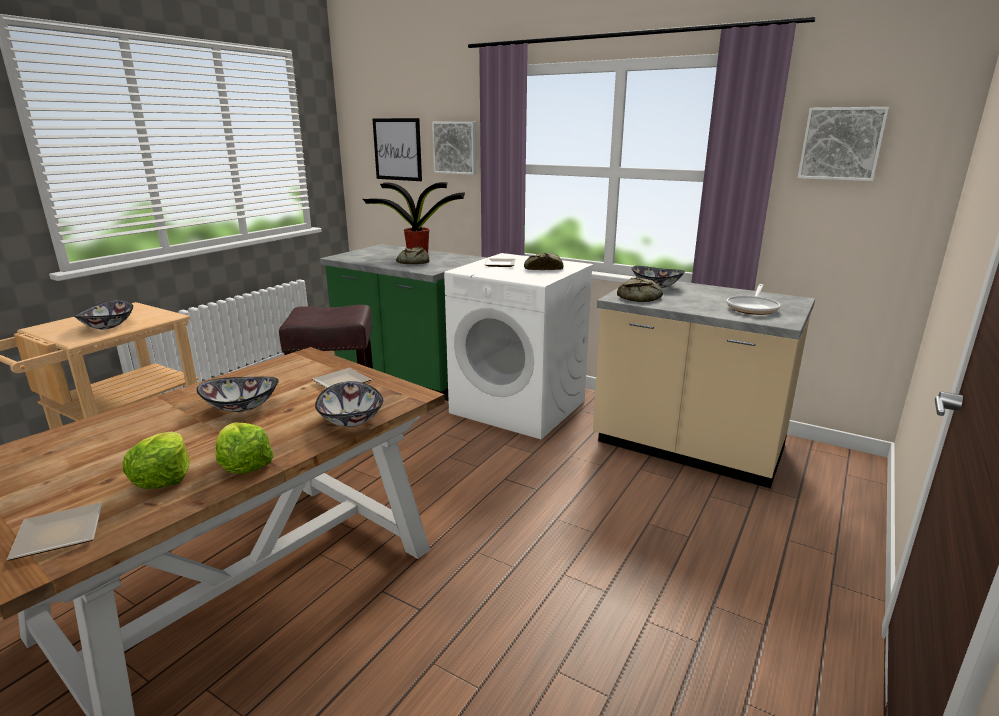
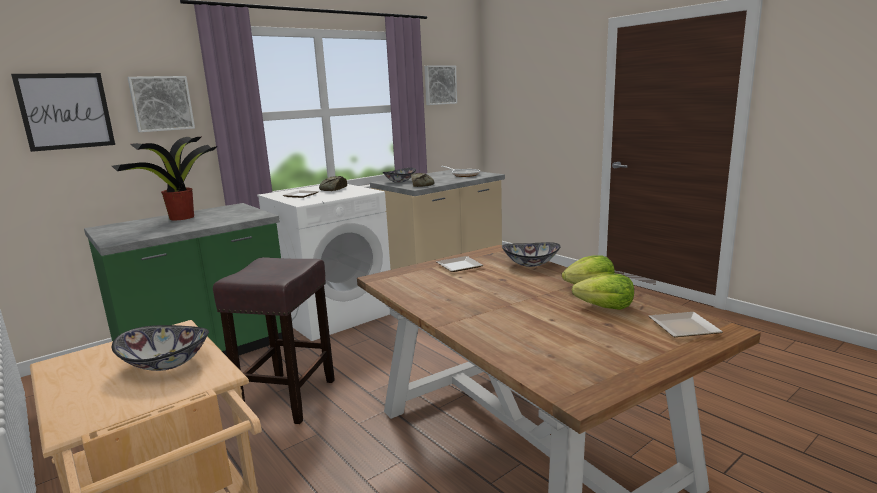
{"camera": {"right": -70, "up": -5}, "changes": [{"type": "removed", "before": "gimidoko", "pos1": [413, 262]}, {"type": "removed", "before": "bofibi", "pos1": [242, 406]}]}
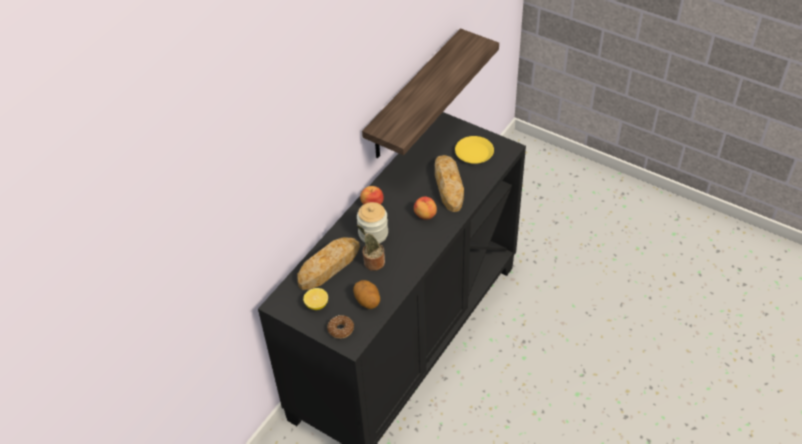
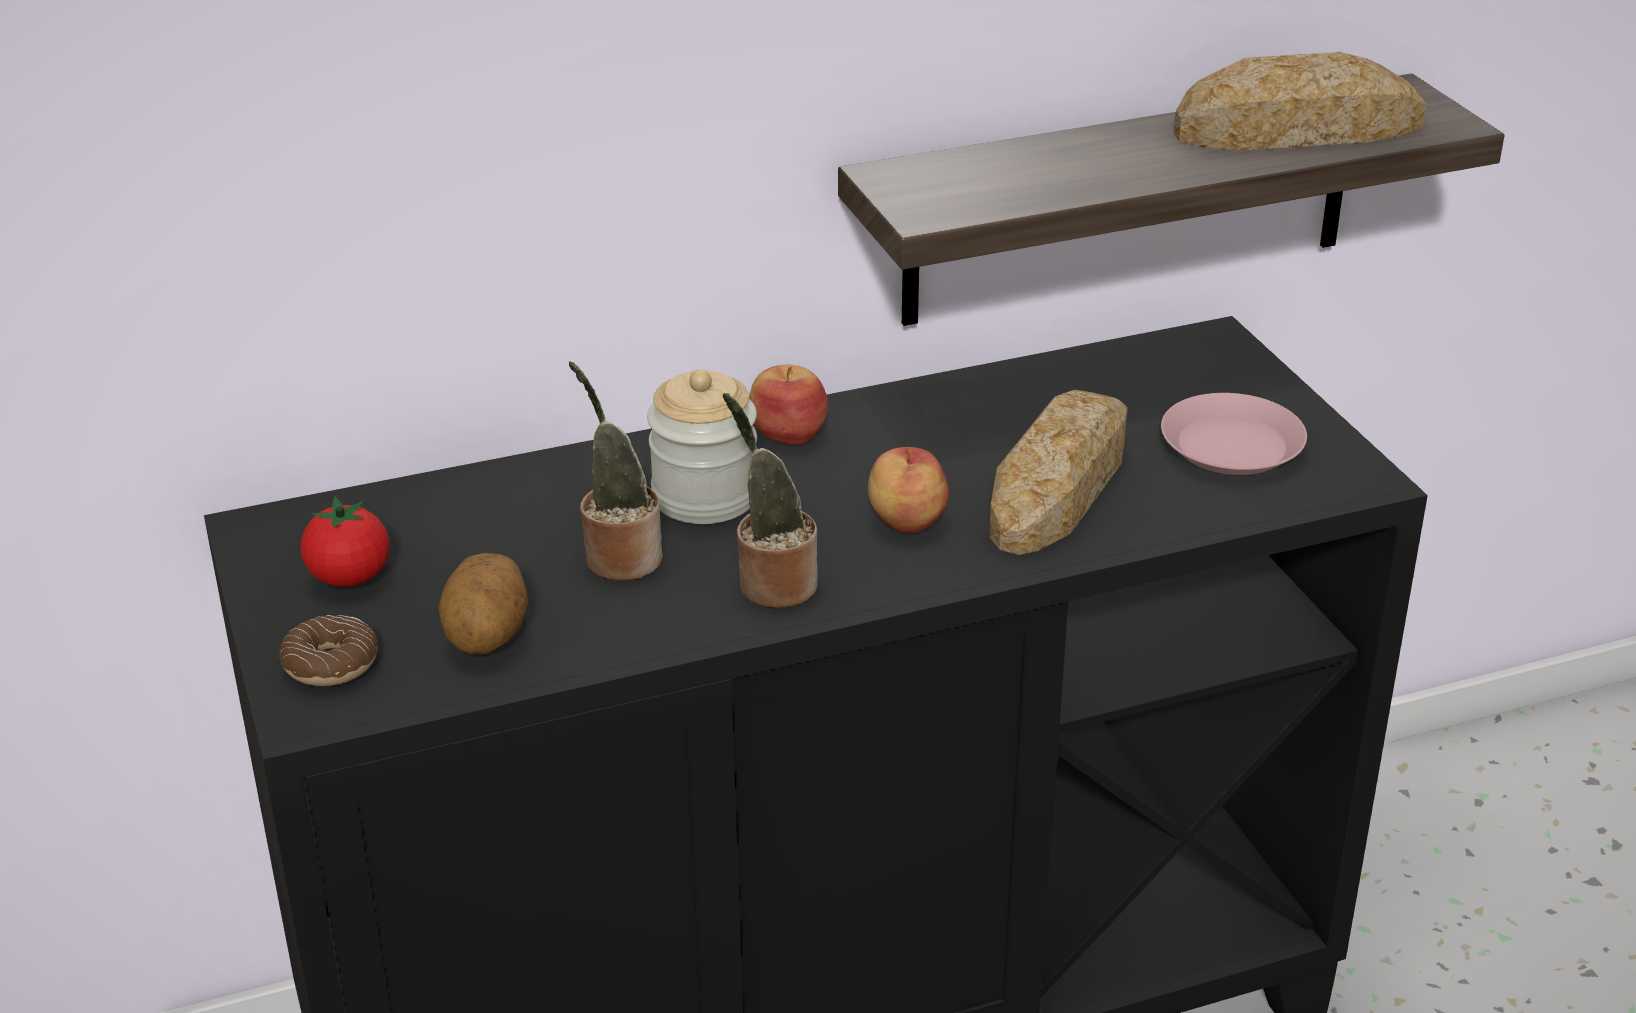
{"camera": {"right": 35, "up": -15}, "changes": [{"type": "recoloured", "before": "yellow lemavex", "after": "pink lemavex", "pos1": [474, 153], "pos2": [1232, 445]}, {"type": "moved", "before": "gimidoko", "pos1": [329, 266], "pos2": [1298, 130]}, {"type": "replaced", "before": "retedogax", "after": "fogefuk", "pos1": [317, 304], "pos2": [350, 578]}, {"type": "added", "after": "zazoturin", "pos2": [772, 584]}]}
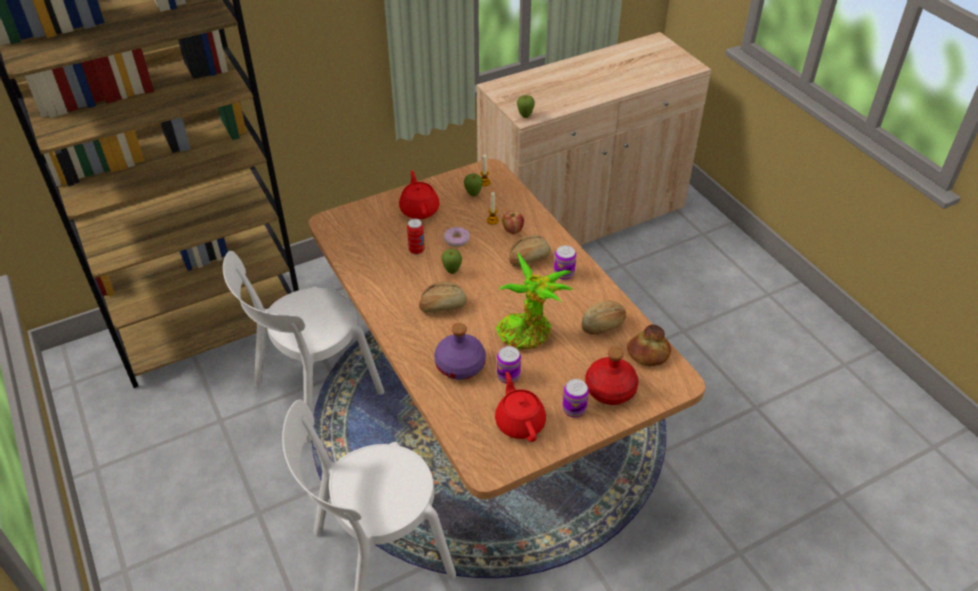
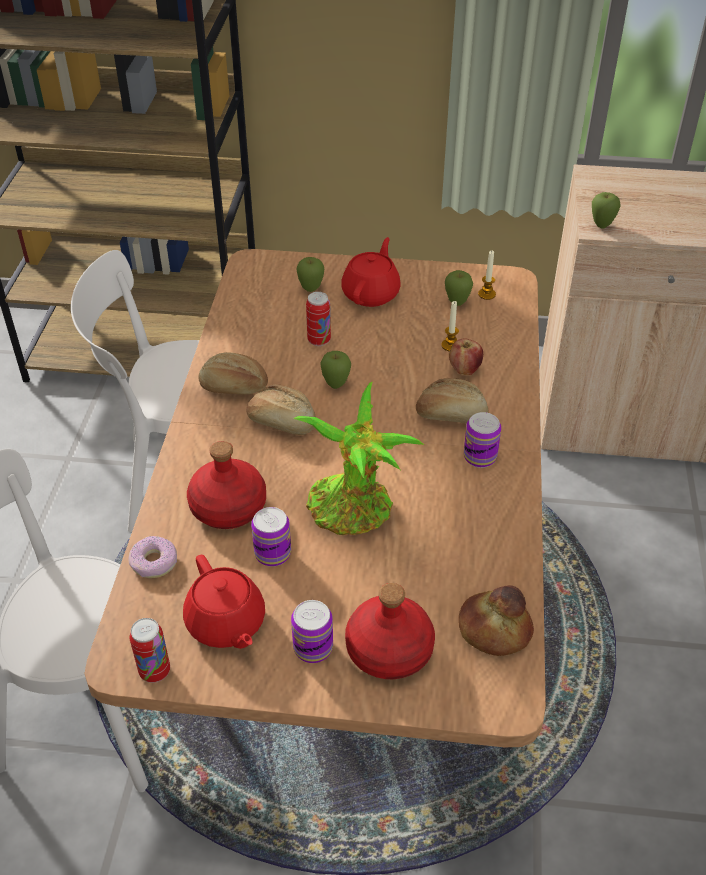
{"camera": {"right": 35, "up": 0}, "changes": [{"type": "moved", "before": "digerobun", "pos1": [457, 240], "pos2": [154, 562]}, {"type": "moved", "before": "gimidoko", "pos1": [604, 325], "pos2": [233, 387]}, {"type": "recoloured", "before": "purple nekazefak", "after": "red nekazefak", "pos1": [460, 365], "pos2": [229, 507]}, {"type": "turned", "before": "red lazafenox", "pos1": [520, 422], "pos2": [226, 623], "turn": 135}, {"type": "added", "after": "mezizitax", "pos2": [311, 289]}, {"type": "added", "after": "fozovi", "pos2": [155, 671]}]}
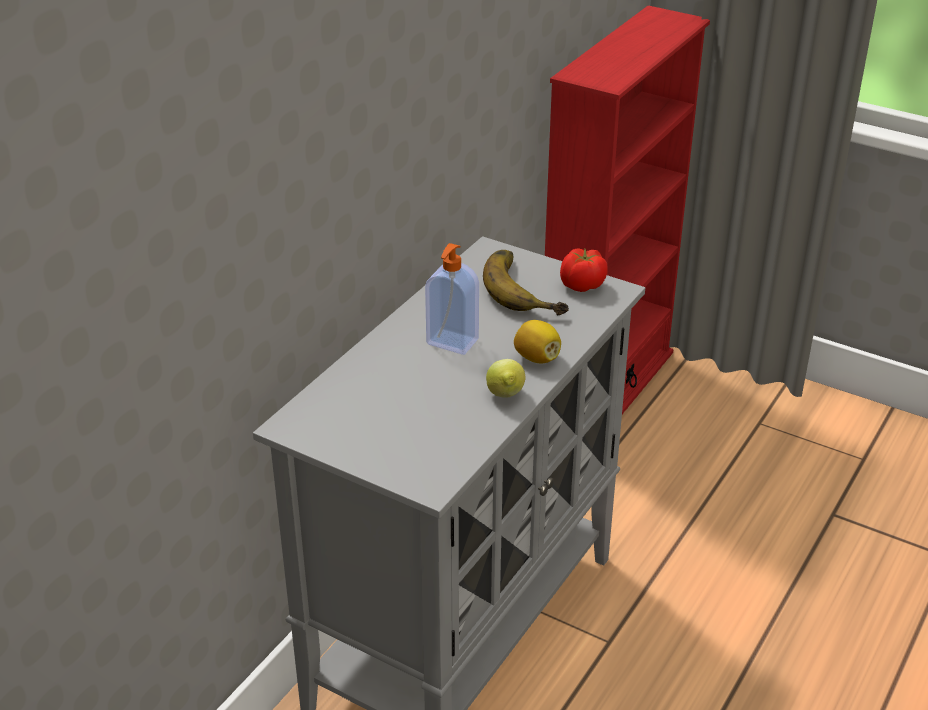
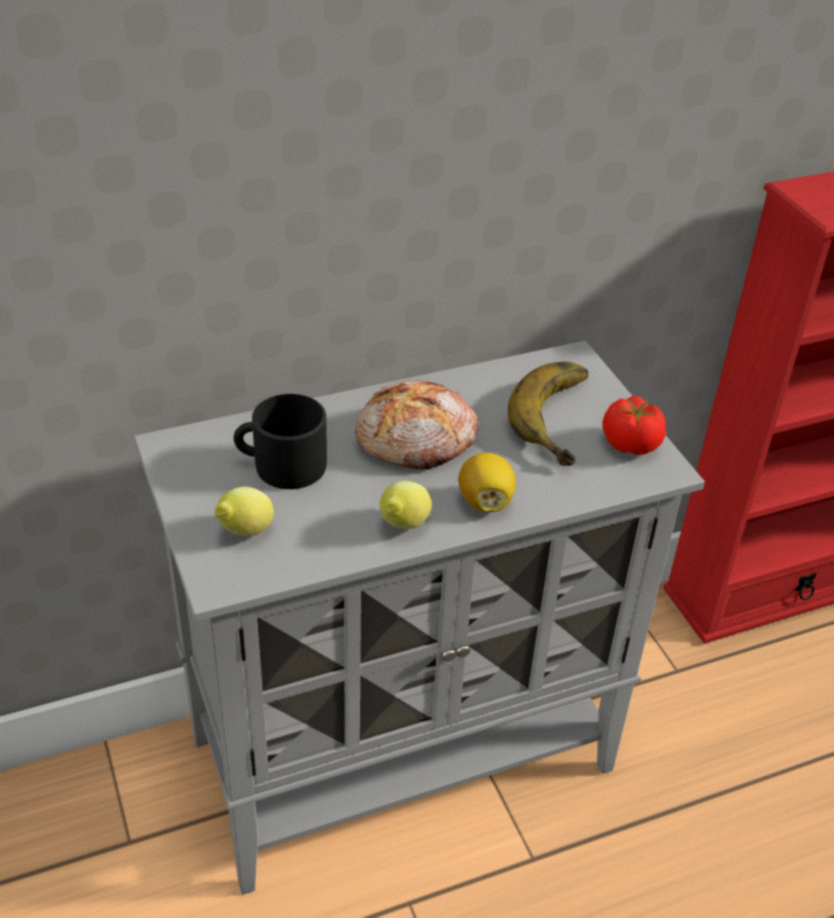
{"camera": {"right": 35, "up": 5}, "changes": [{"type": "replaced", "before": "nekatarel", "after": "gimidoko", "pos1": [451, 343], "pos2": [417, 439]}, {"type": "added", "after": "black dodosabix", "pos2": [281, 465]}, {"type": "added", "after": "retedogax", "pos2": [244, 533]}]}
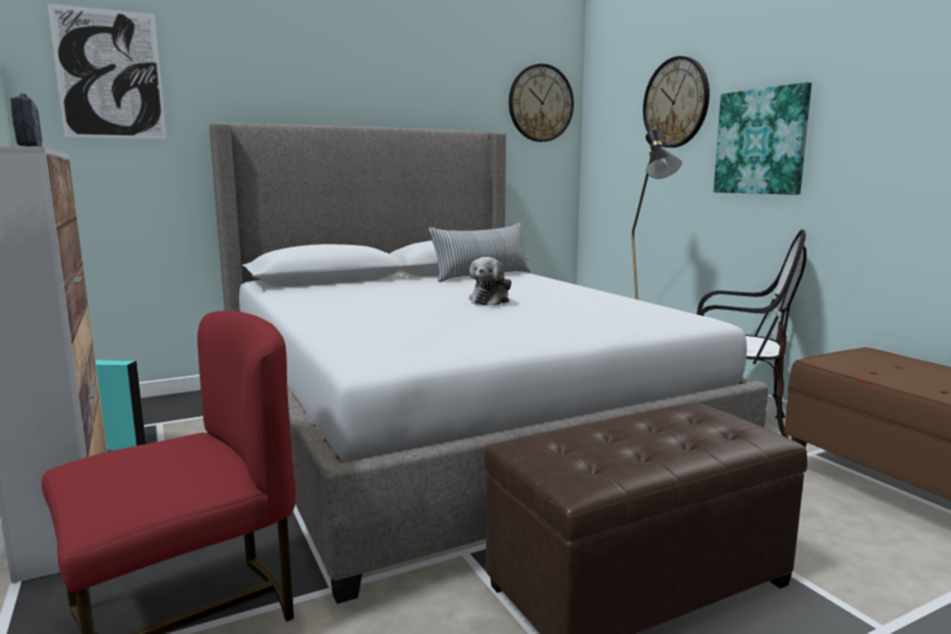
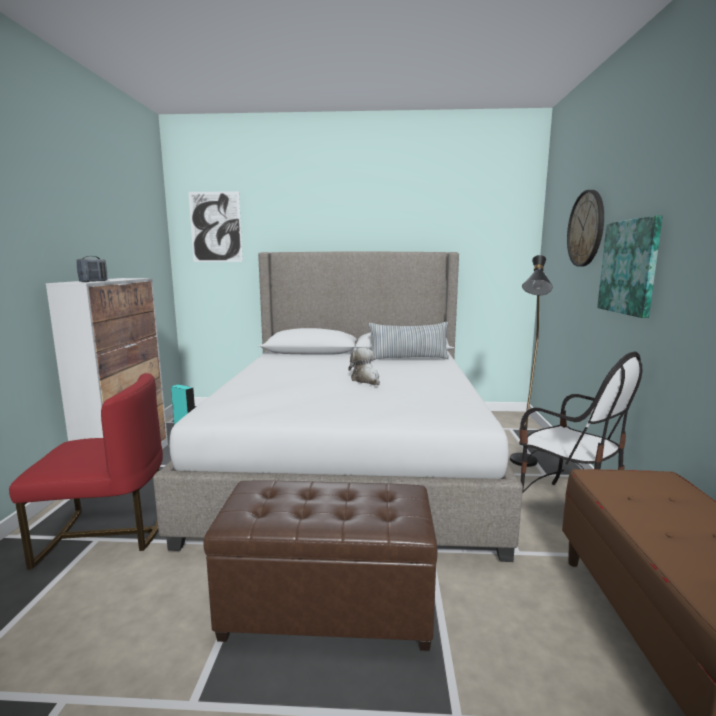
{"camera": {"right": 30, "up": 0}, "changes": [{"type": "removed", "before": "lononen", "pos1": [540, 103]}, {"type": "turned", "before": "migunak", "pos1": [490, 300], "pos2": [366, 380], "turn": 105}]}
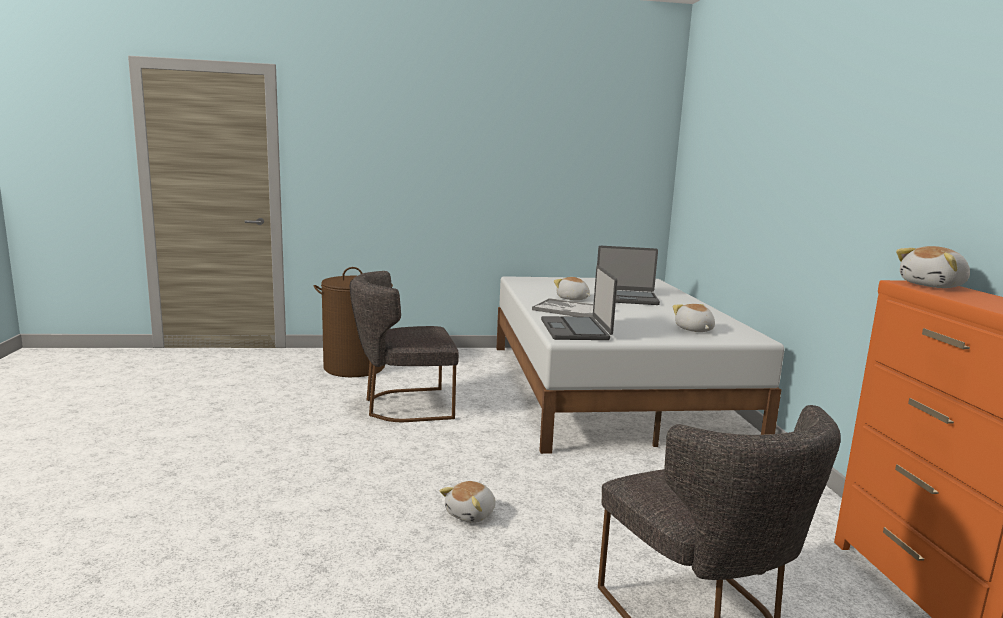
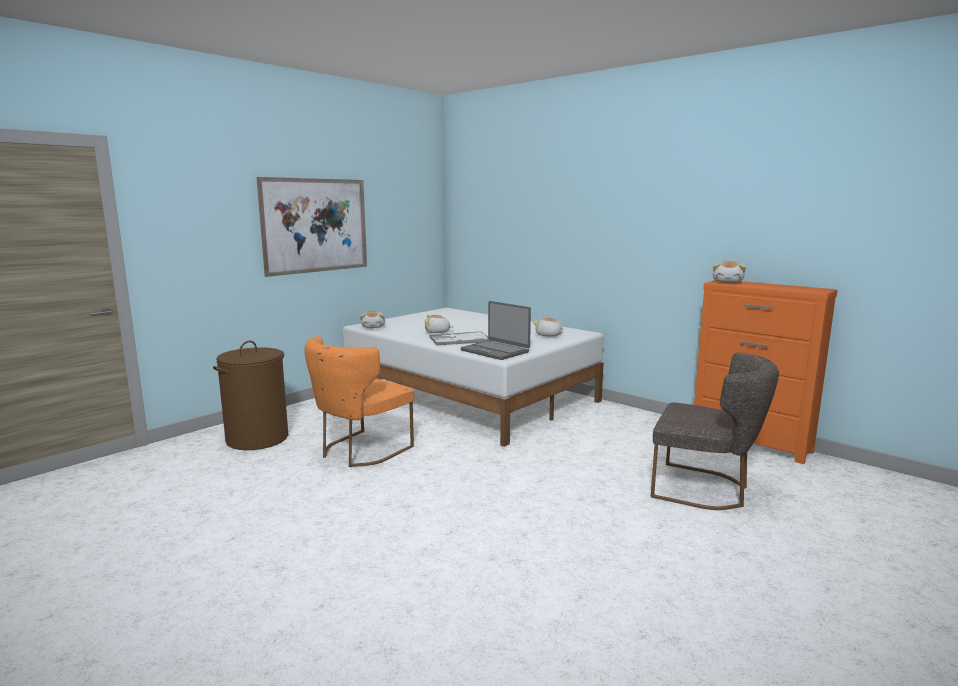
{"camera": {"right": -40, "up": 0}, "changes": [{"type": "removed", "before": "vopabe", "pos1": [626, 298]}, {"type": "recoloured", "before": "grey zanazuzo", "after": "orange zanazuzo", "pos1": [403, 406], "pos2": [360, 451]}, {"type": "moved", "before": "migunak", "pos1": [471, 514], "pos2": [374, 327]}, {"type": "added", "after": "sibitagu", "pos2": [316, 225]}]}
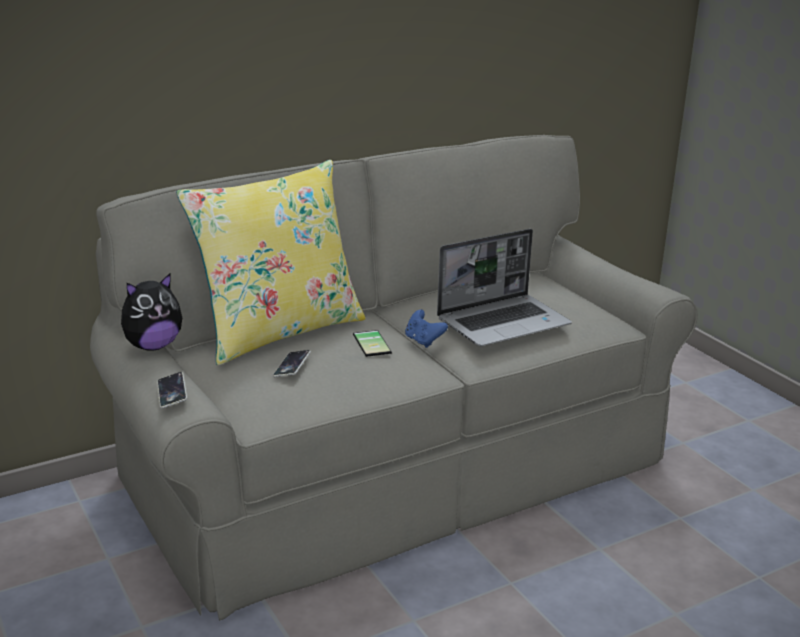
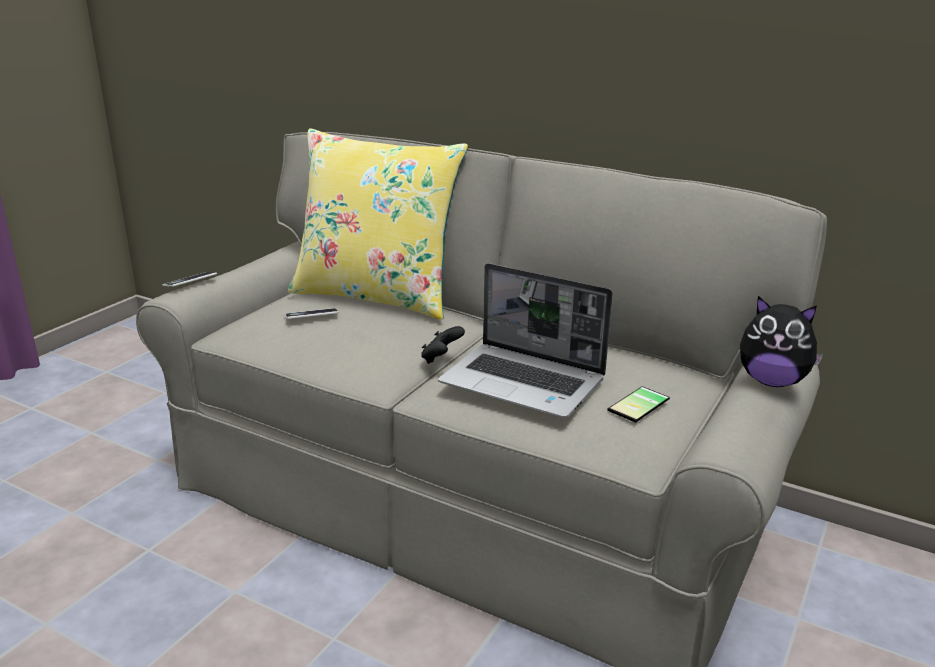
{"camera": {"right": 60, "up": 0}, "changes": [{"type": "moved", "before": "migunak", "pos1": [152, 346], "pos2": [772, 381]}, {"type": "recoloured", "before": "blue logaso", "after": "black logaso", "pos1": [423, 341], "pos2": [441, 359]}, {"type": "moved", "before": "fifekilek", "pos1": [374, 343], "pos2": [641, 406]}]}
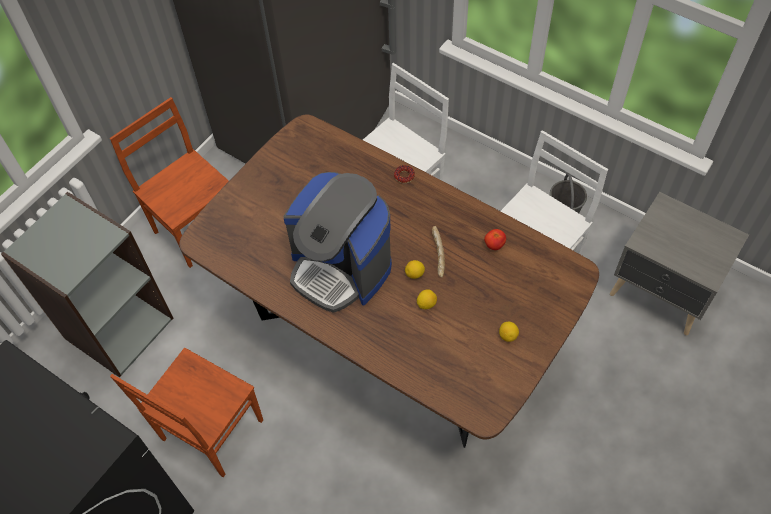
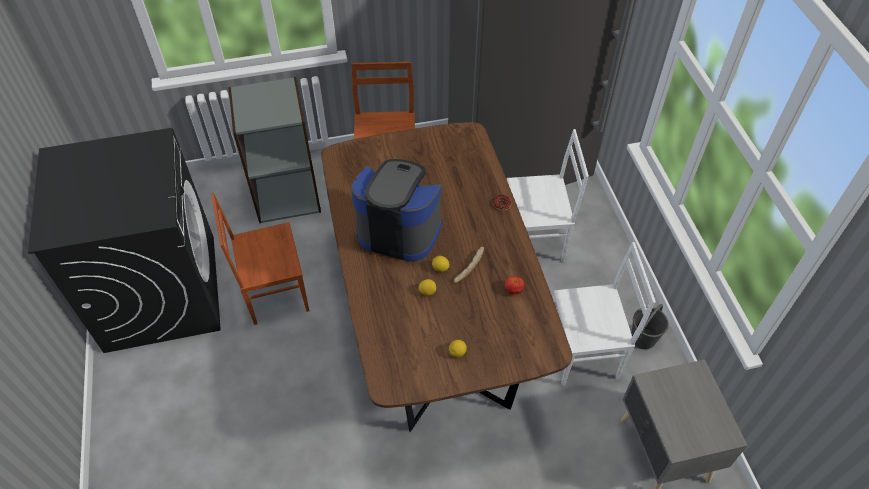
{"camera": {"right": 40, "up": -5}, "changes": [{"type": "turned", "before": "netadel", "pos1": [341, 268], "pos2": [399, 230], "turn": 120}]}
